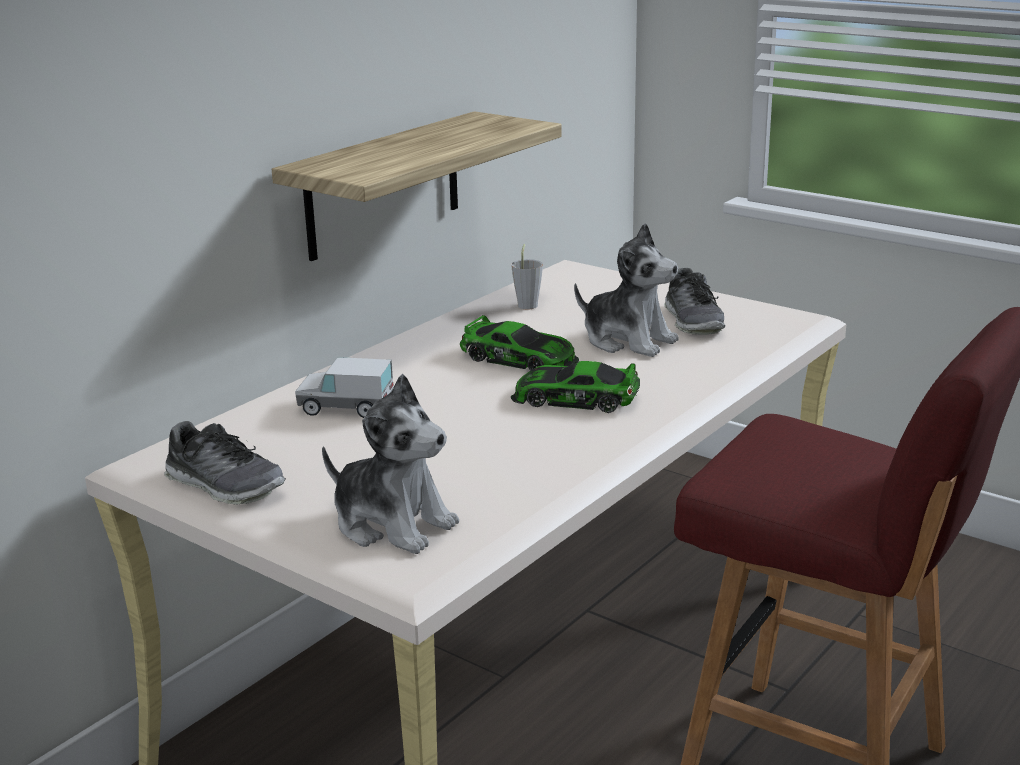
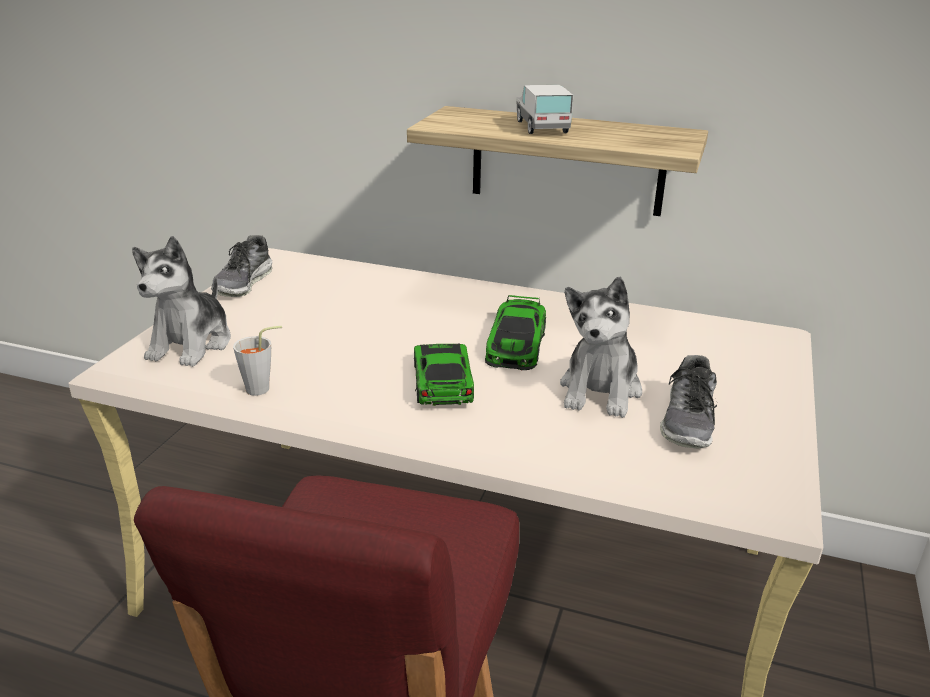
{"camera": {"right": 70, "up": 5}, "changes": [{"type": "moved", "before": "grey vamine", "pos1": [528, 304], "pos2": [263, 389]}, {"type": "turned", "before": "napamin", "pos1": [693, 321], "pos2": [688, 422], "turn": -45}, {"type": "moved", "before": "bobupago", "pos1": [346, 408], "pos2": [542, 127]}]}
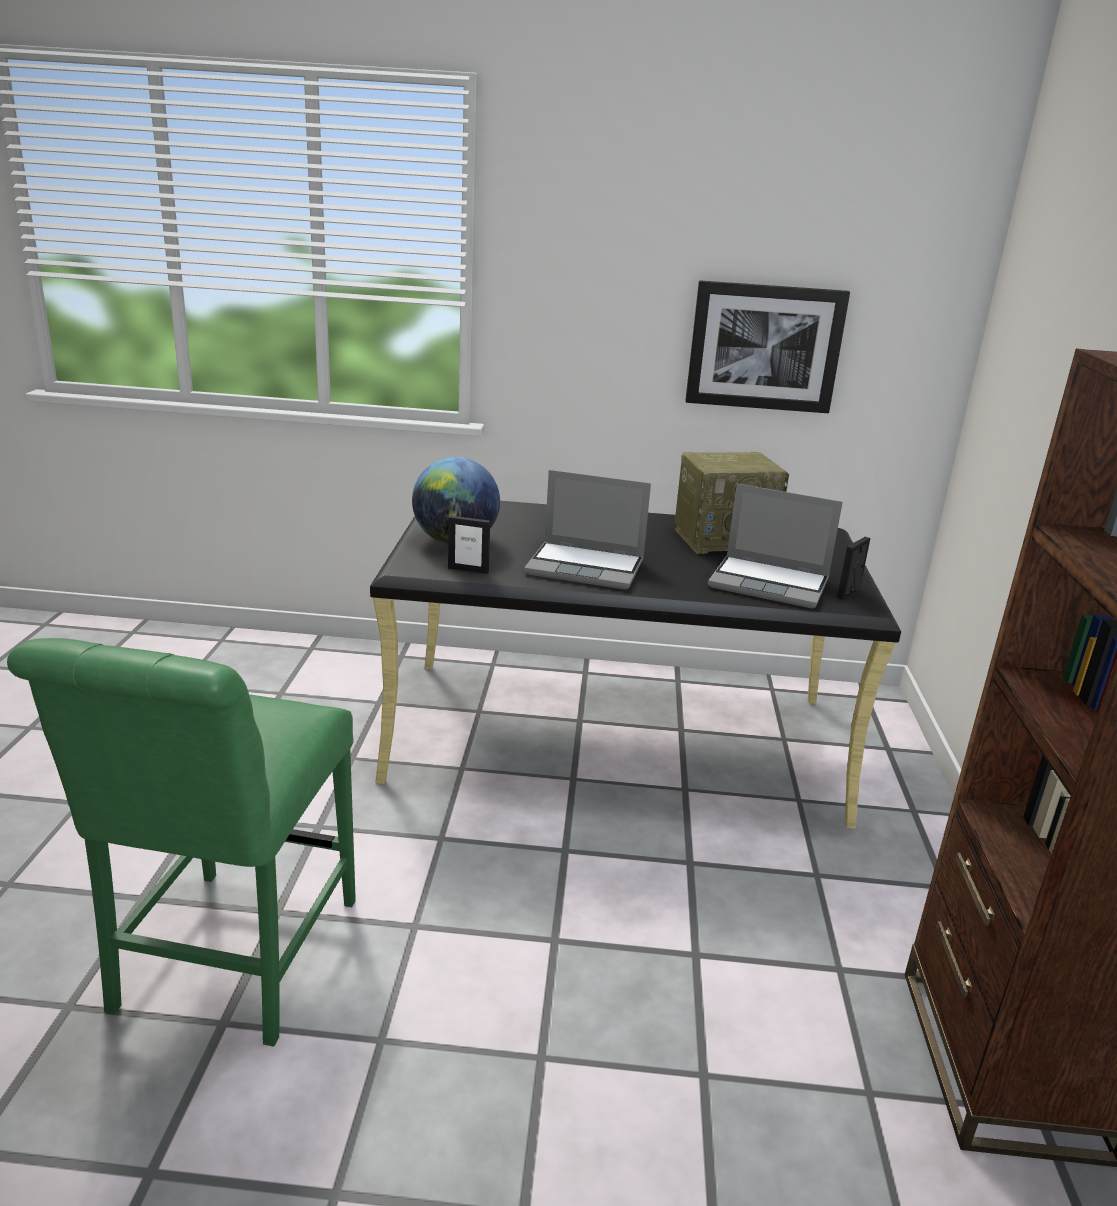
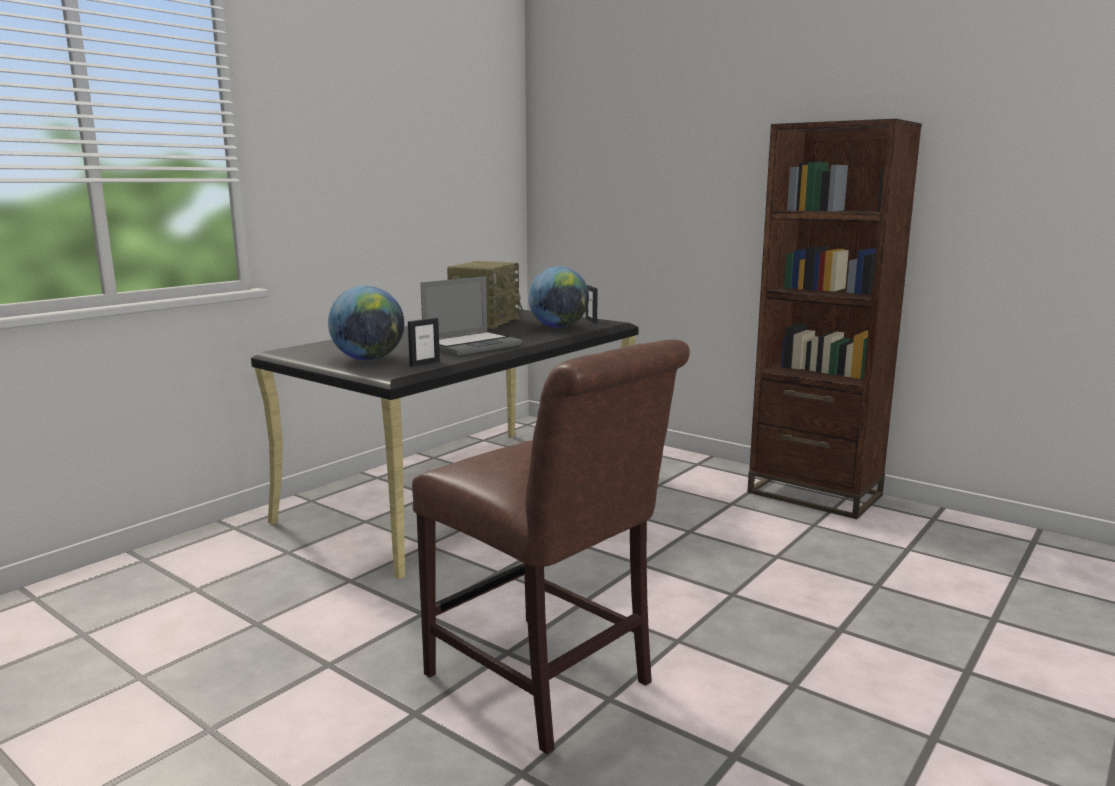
{"camera": {"right": -55, "up": -10}, "changes": [{"type": "removed", "before": "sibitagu", "pos1": [764, 347]}, {"type": "replaced", "before": "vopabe", "after": "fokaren", "pos1": [770, 584], "pos2": [558, 327]}, {"type": "recoloured", "before": "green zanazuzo", "after": "brown zanazuzo", "pos1": [229, 963], "pos2": [545, 684]}]}
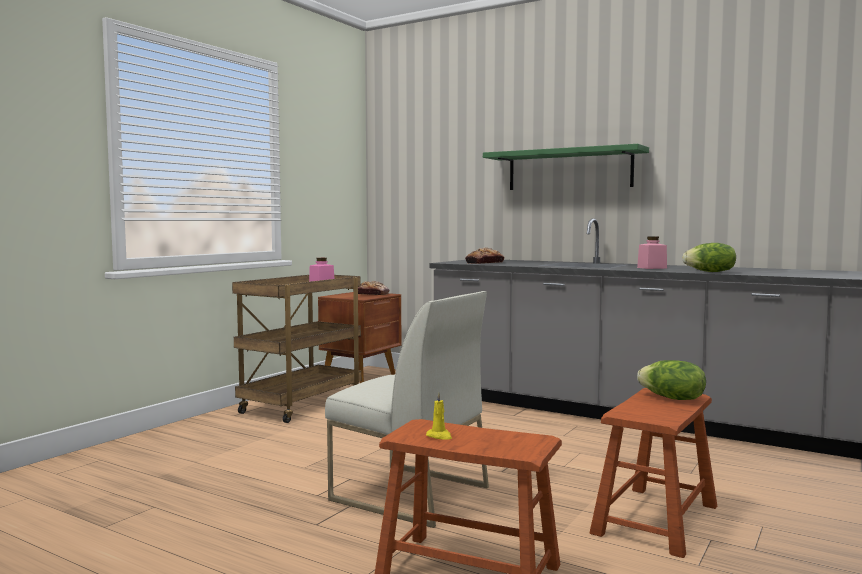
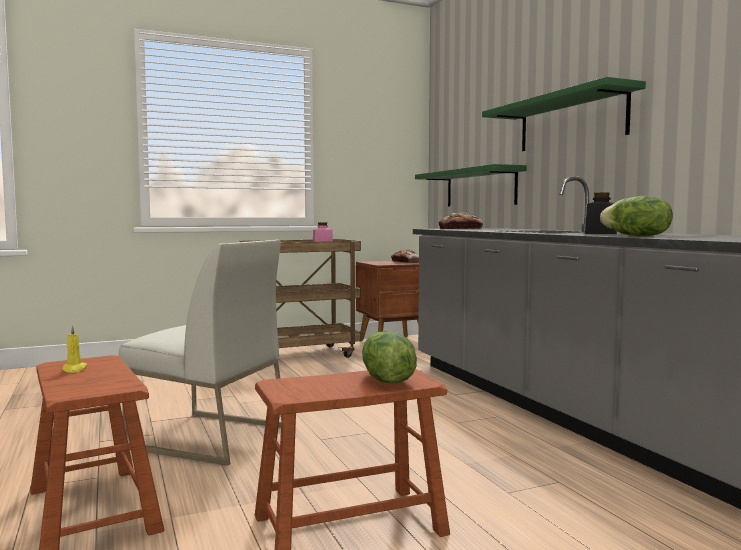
{"camera": {"right": 35, "up": 0}, "changes": [{"type": "recoloured", "before": "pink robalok", "after": "black robalok", "pos1": [652, 268], "pos2": [600, 233]}, {"type": "turned", "before": "white zanazuzo", "pos1": [408, 494], "pos2": [207, 437], "turn": -45}, {"type": "added", "after": "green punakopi", "pos2": [480, 188]}]}
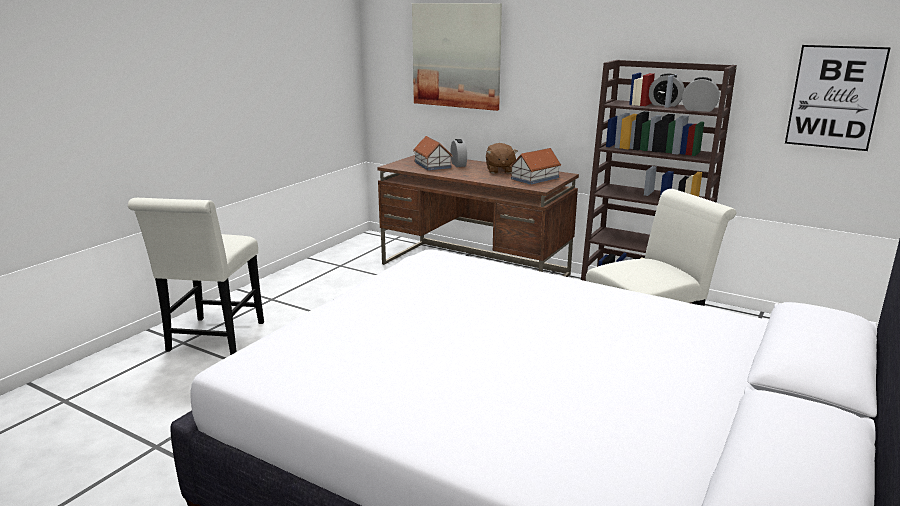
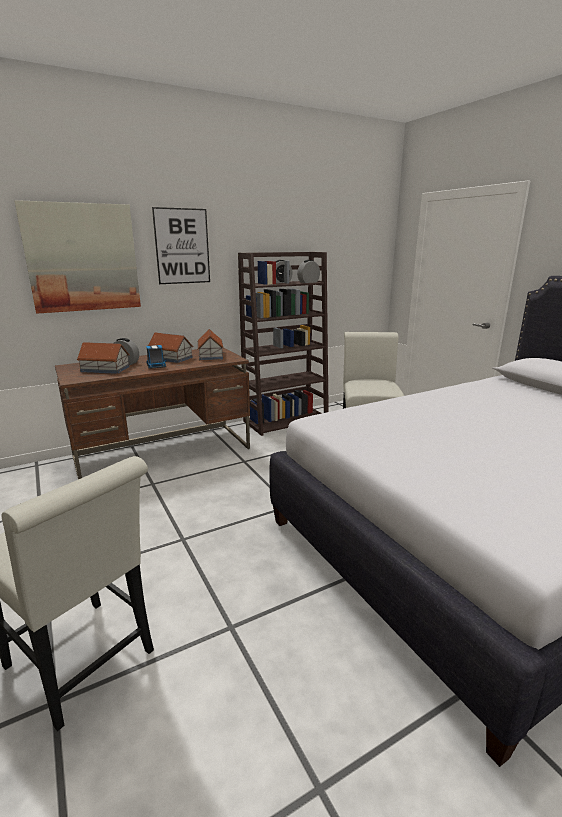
{"camera": {"right": -60, "up": 0}, "changes": [{"type": "moved", "before": "sibitagu", "pos1": [835, 97], "pos2": [182, 246]}, {"type": "replaced", "before": "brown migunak", "after": "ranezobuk", "pos1": [499, 170], "pos2": [170, 358]}, {"type": "added", "after": "bobupago", "pos2": [156, 366]}]}
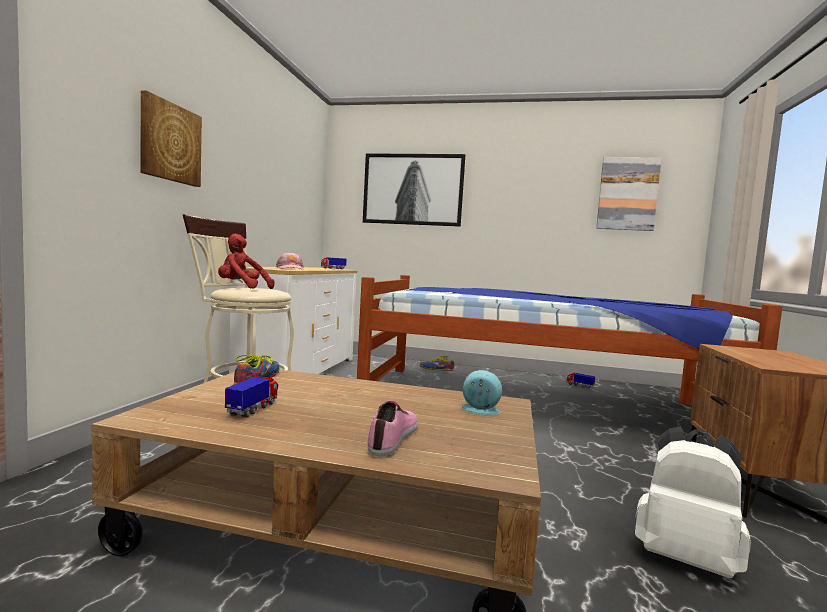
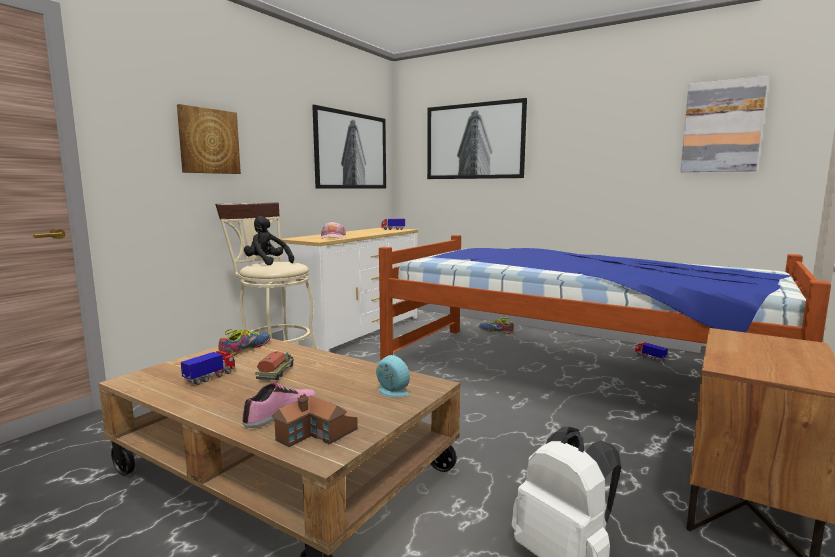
{"camera": {"right": 20, "up": 5}, "changes": [{"type": "recoloured", "before": "red migunak", "after": "black migunak", "pos1": [242, 288], "pos2": [267, 263]}, {"type": "added", "after": "sibitagu", "pos2": [352, 151]}, {"type": "added", "after": "bobupago", "pos2": [276, 373]}, {"type": "added", "after": "ranezobuk", "pos2": [317, 434]}]}
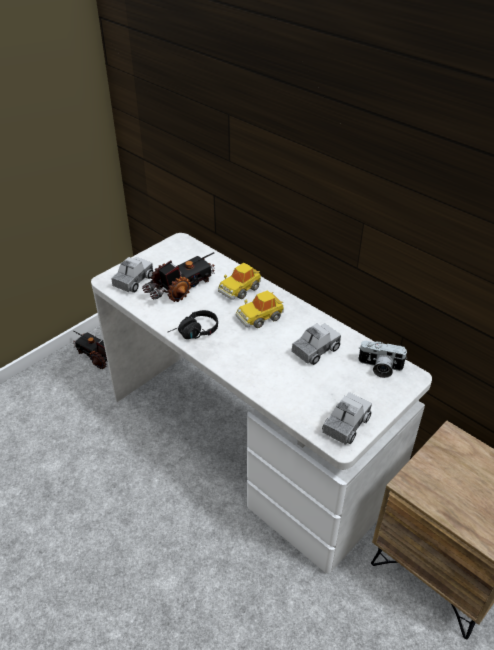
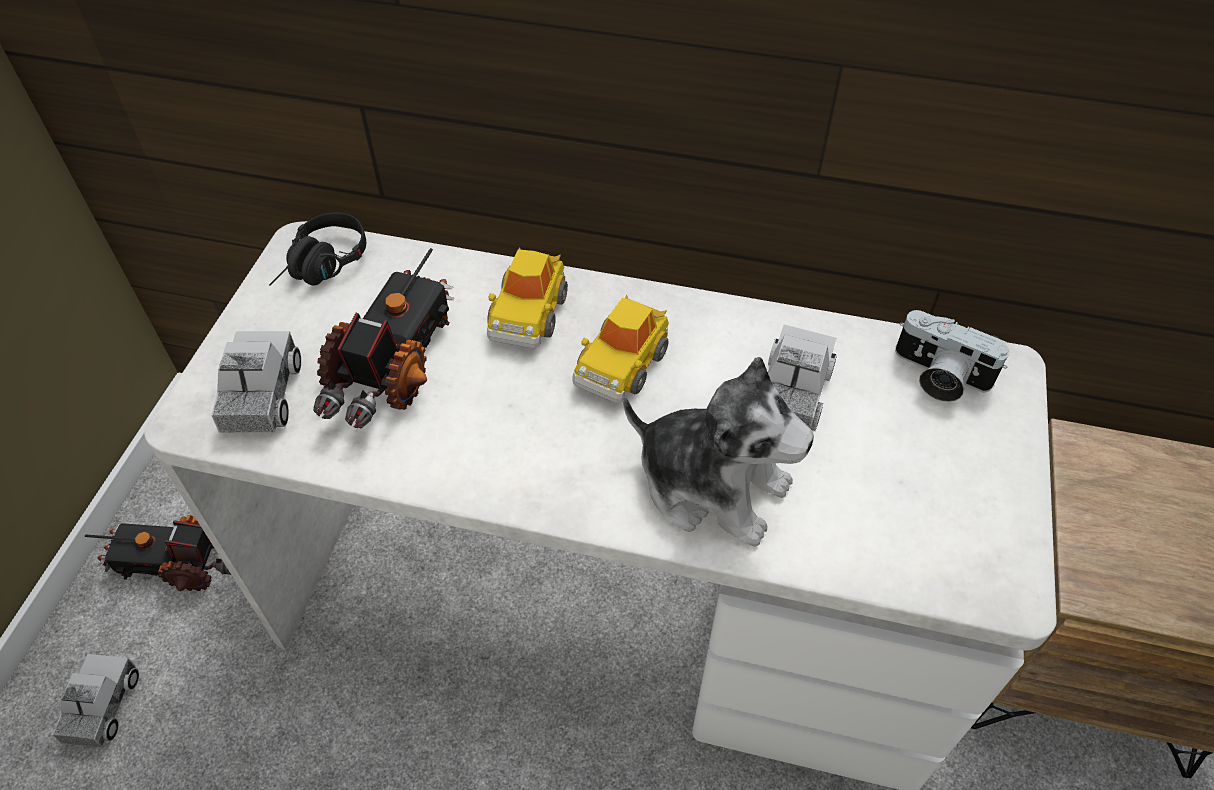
{"camera": {"right": -30, "up": 10}, "changes": [{"type": "moved", "before": "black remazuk", "pos1": [194, 333], "pos2": [322, 268]}, {"type": "turned", "before": "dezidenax", "pos1": [379, 368], "pos2": [938, 376], "turn": 45}, {"type": "moved", "before": "bobupago", "pos1": [346, 425], "pos2": [102, 707]}, {"type": "added", "after": "migunak", "pos2": [712, 484]}]}
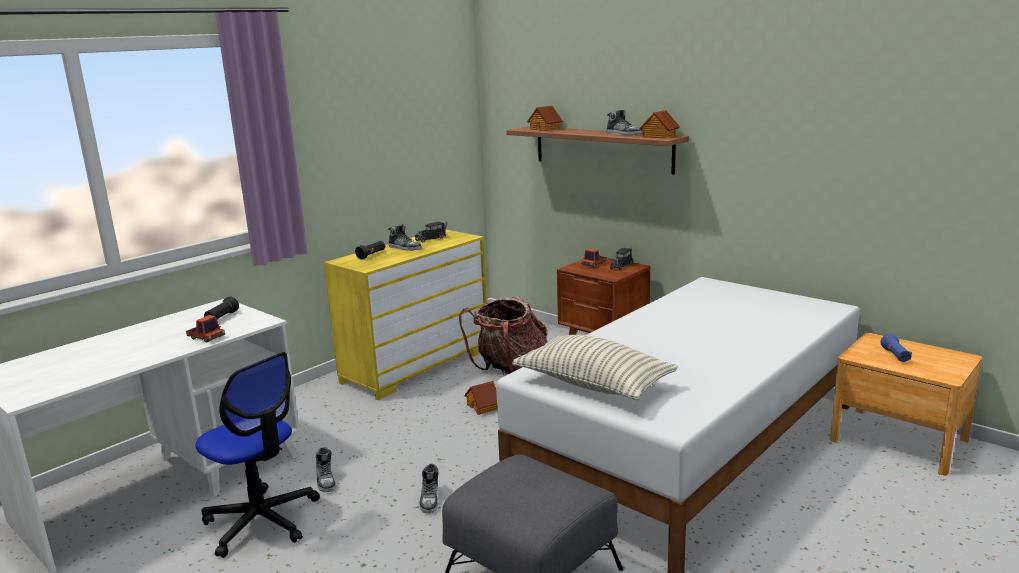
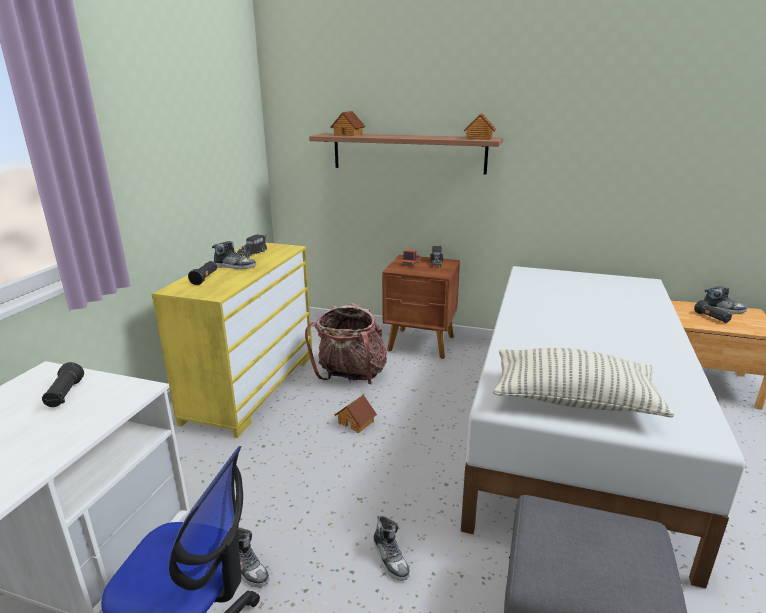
{"camera": {"right": -25, "up": 5}, "changes": [{"type": "moved", "before": "napamin", "pos1": [624, 134], "pos2": [723, 309]}, {"type": "removed", "before": "bobupago", "pos1": [206, 337]}, {"type": "recoloured", "before": "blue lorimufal", "after": "black lorimufal", "pos1": [895, 356], "pos2": [711, 318]}]}
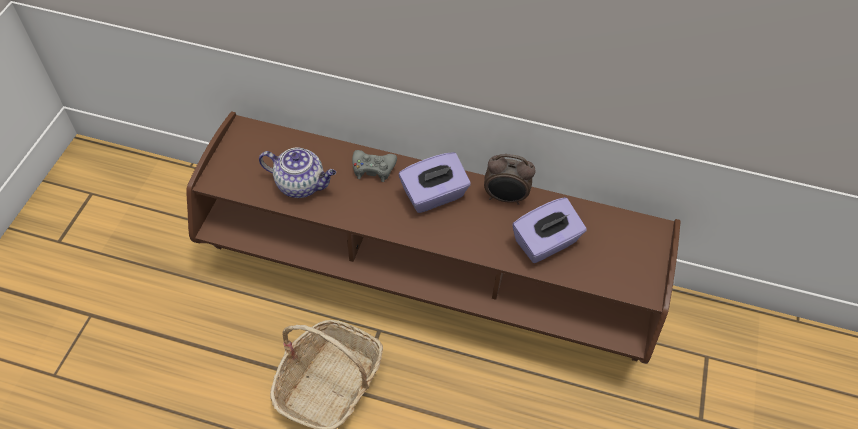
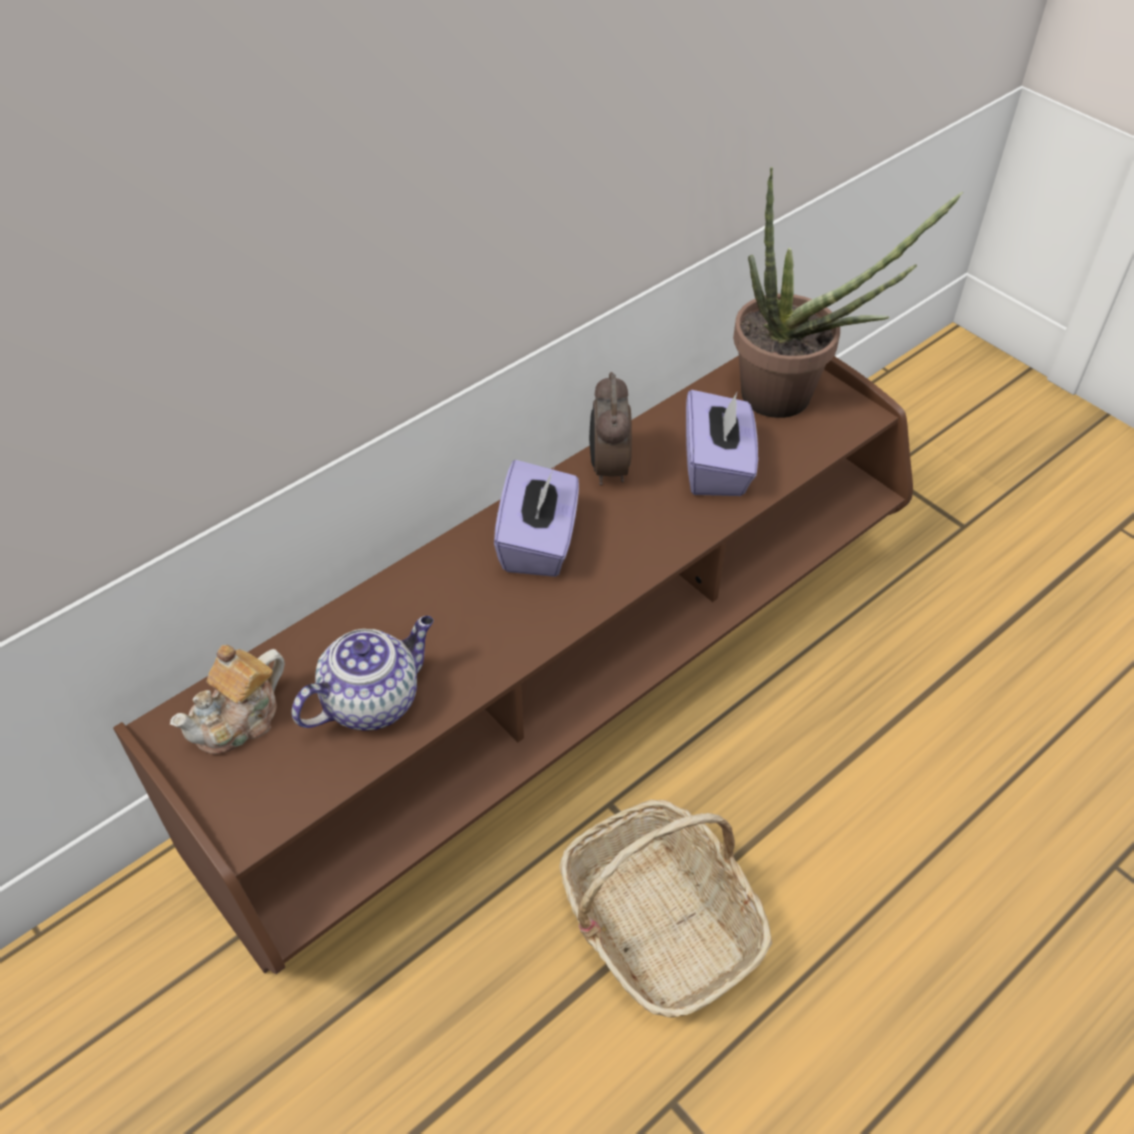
{"camera": {"right": -55, "up": -5}, "changes": [{"type": "removed", "before": "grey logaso", "pos1": [373, 168]}, {"type": "turned", "before": "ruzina", "pos1": [505, 198], "pos2": [608, 468], "turn": 135}, {"type": "added", "after": "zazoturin", "pos2": [791, 399]}, {"type": "added", "after": "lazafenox", "pos2": [240, 720]}]}
